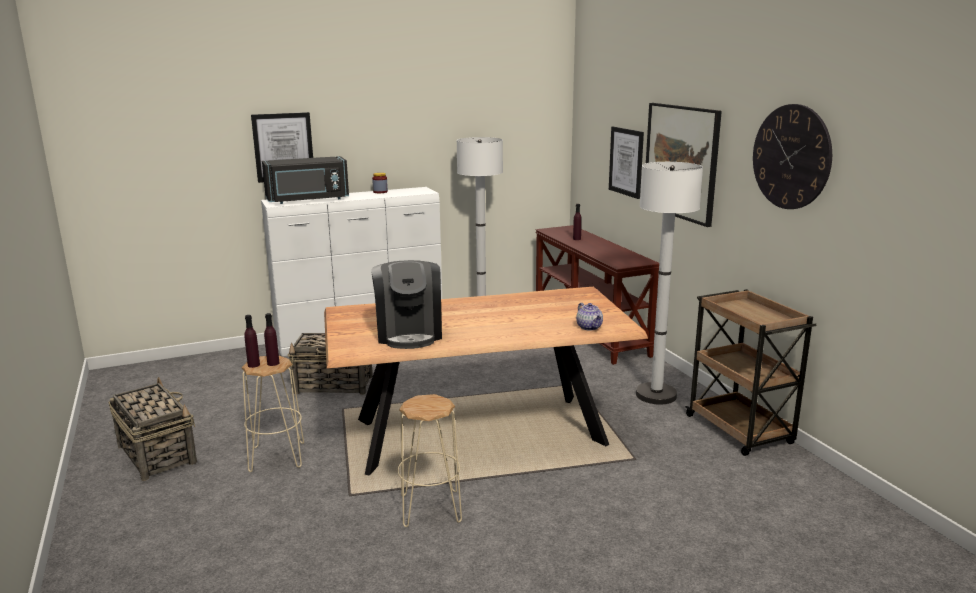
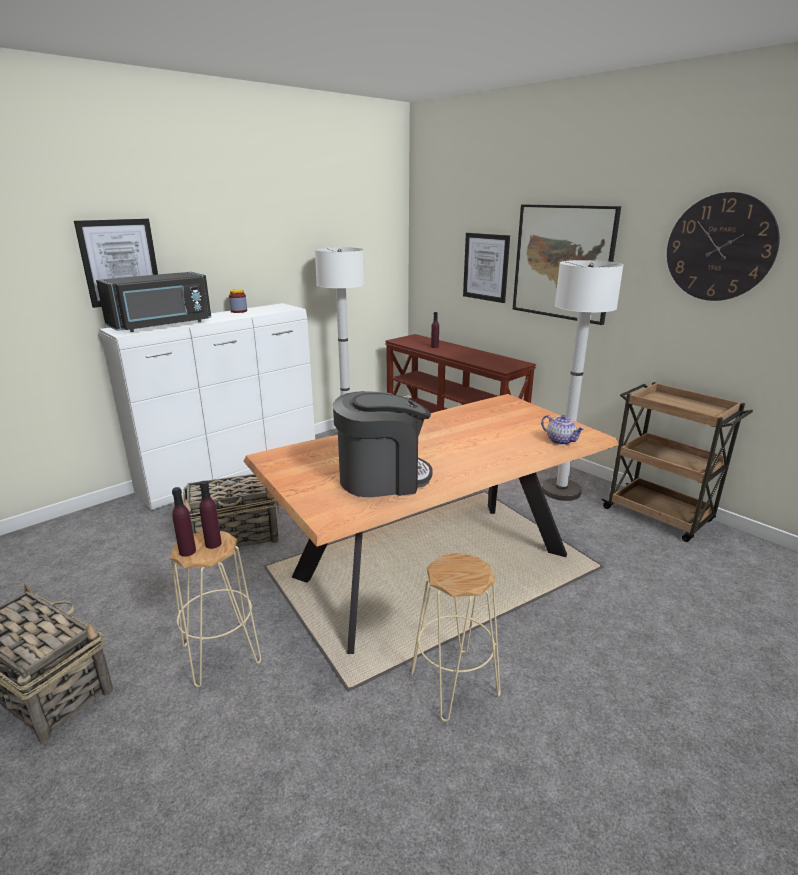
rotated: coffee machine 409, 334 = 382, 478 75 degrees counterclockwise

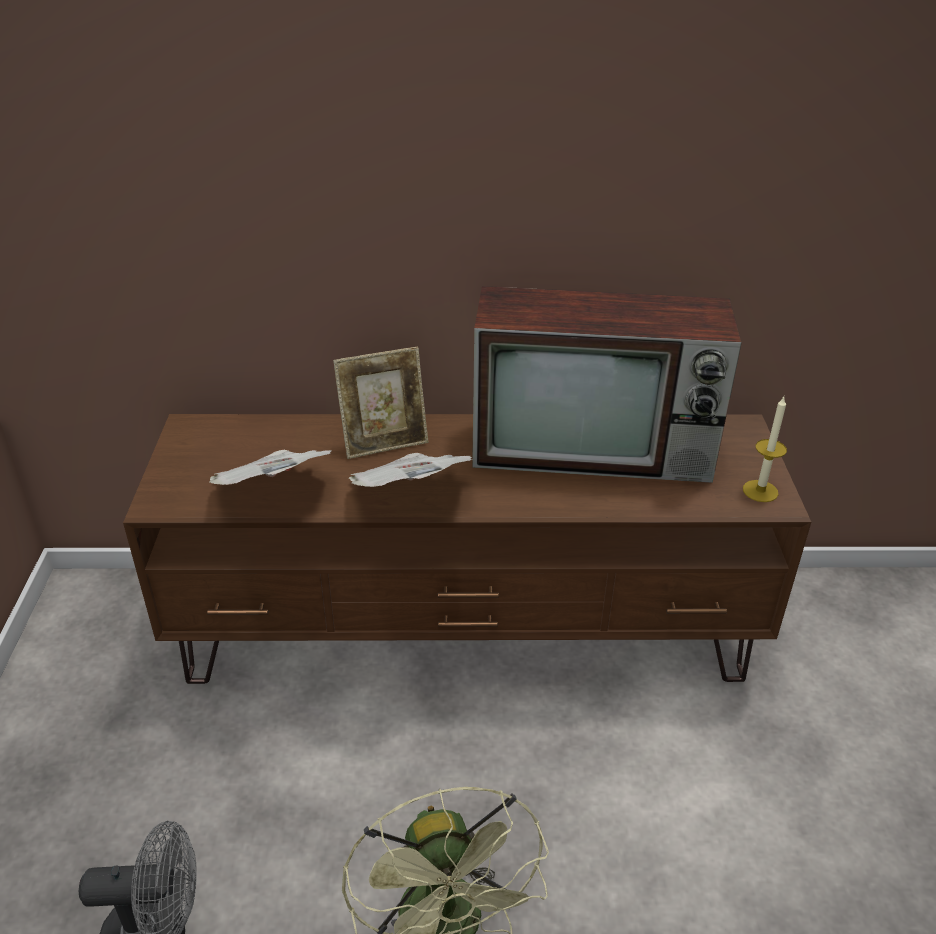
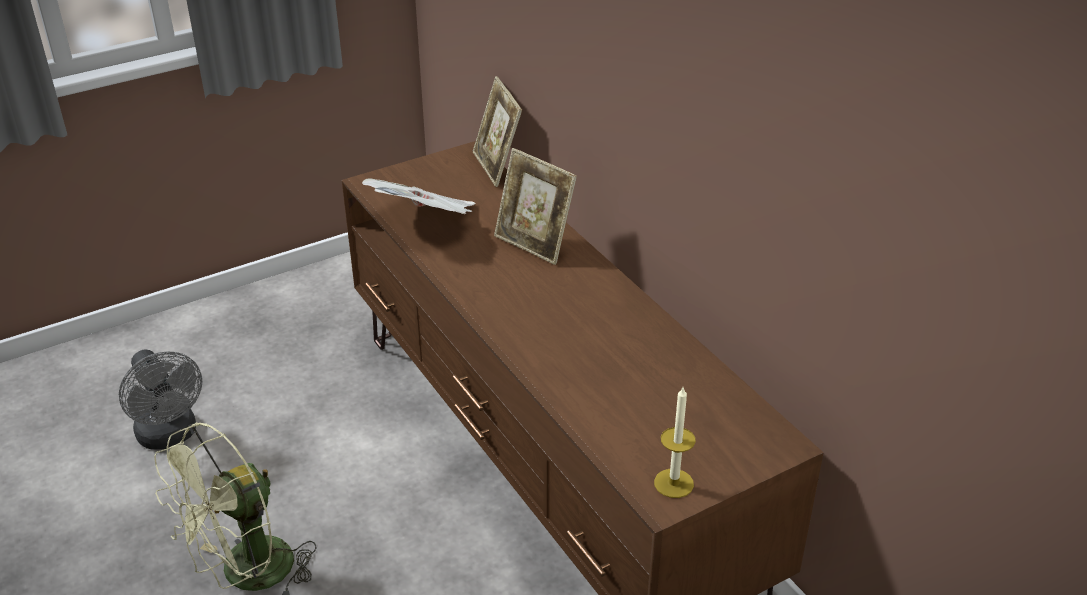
gone: newspaper 410, 494; television 596, 449
new: picture frame 497, 167

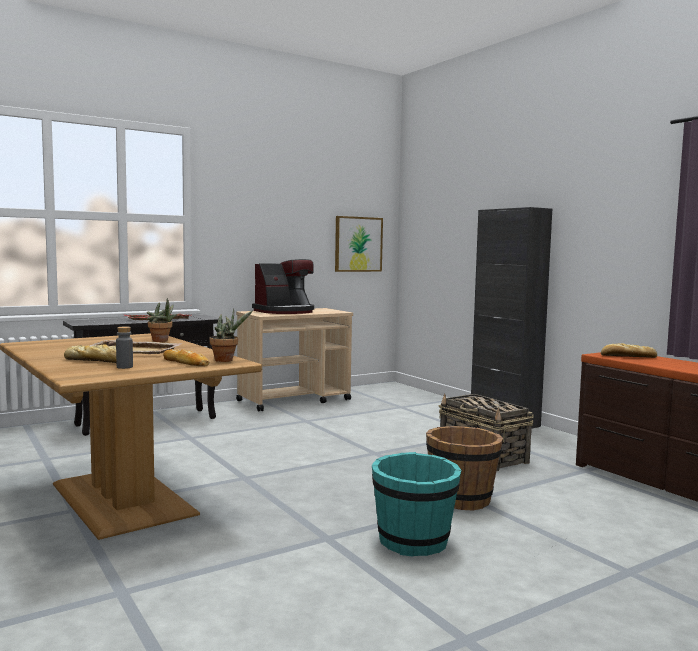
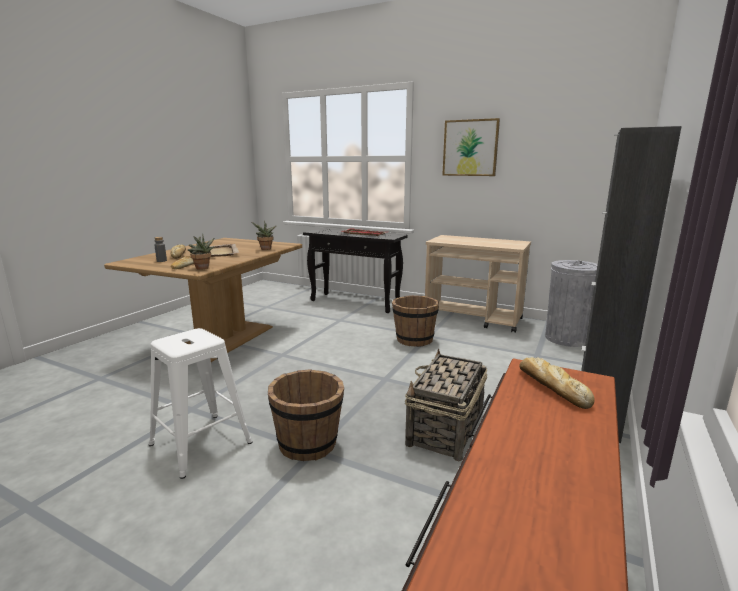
gone: coffee machine 285, 311
new: brown bucket 414, 340; grey trash can 567, 338
shifted: picture 358, 244 to 470, 148
swapped: turquoise bucket 413, 541 to white stool 199, 443

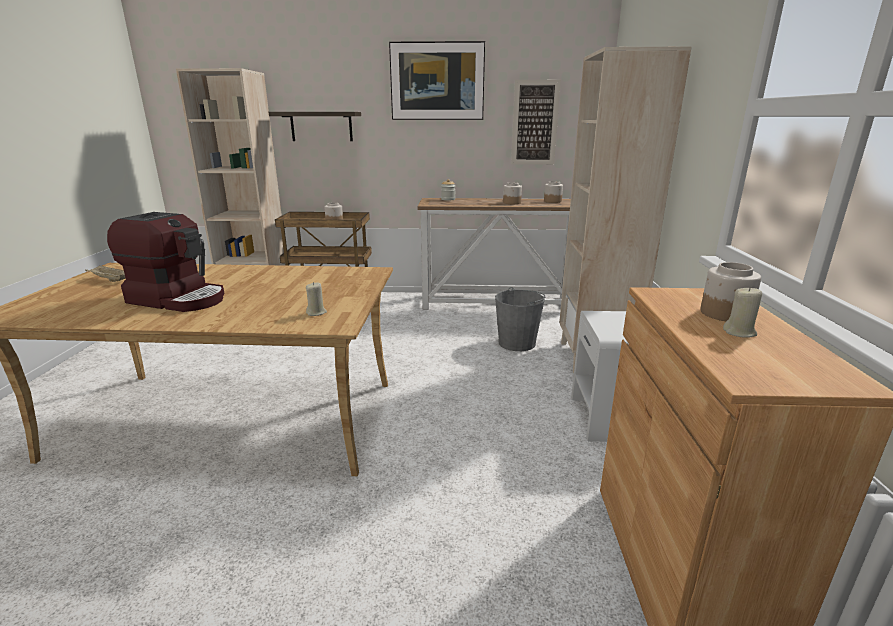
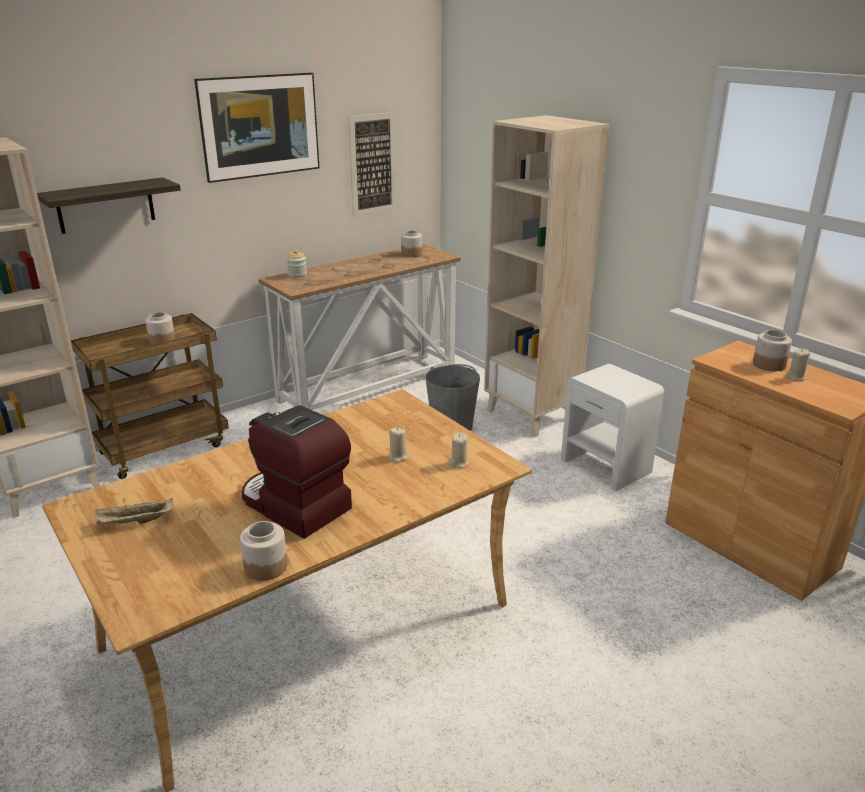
new: beige candle 398, 457
shifted: jar 512, 203 to 266, 566
rotated: coffee machine 179, 299 = 293, 506 120 degrees counterclockwise

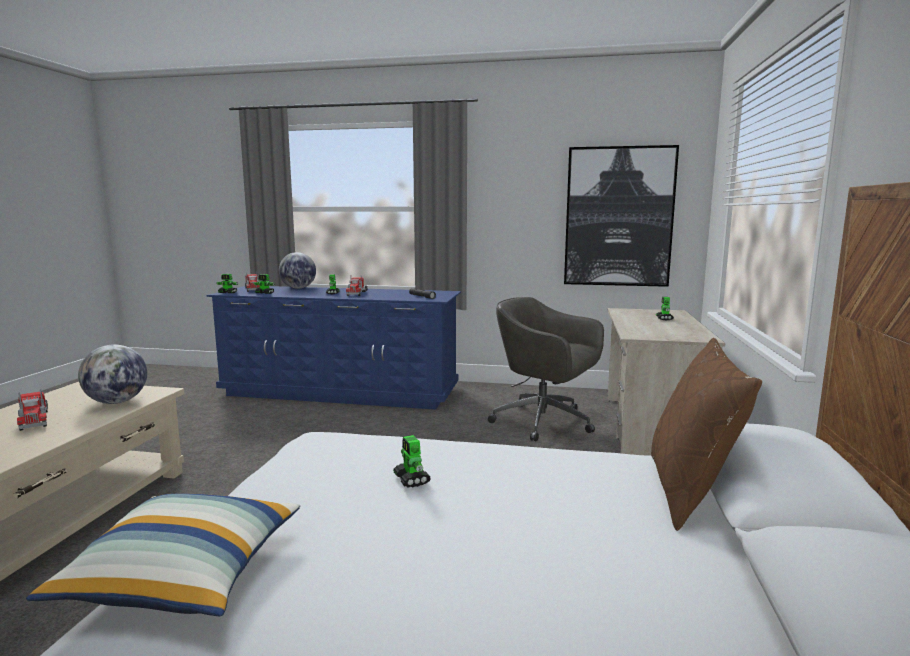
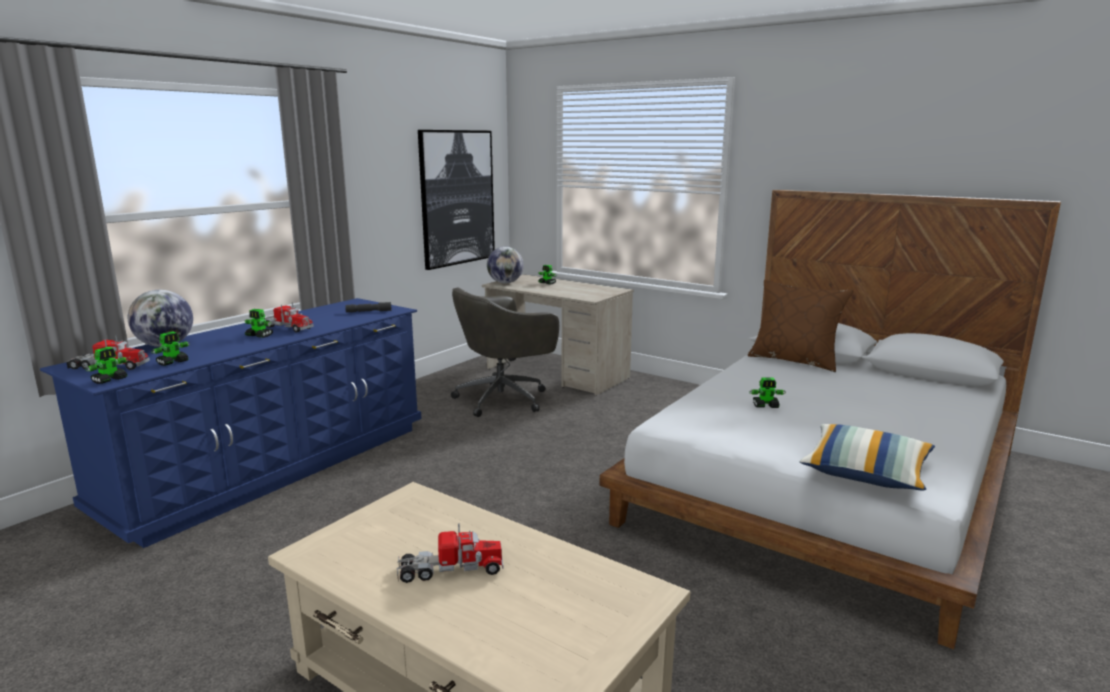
shifted: globe 117, 402 to 505, 283

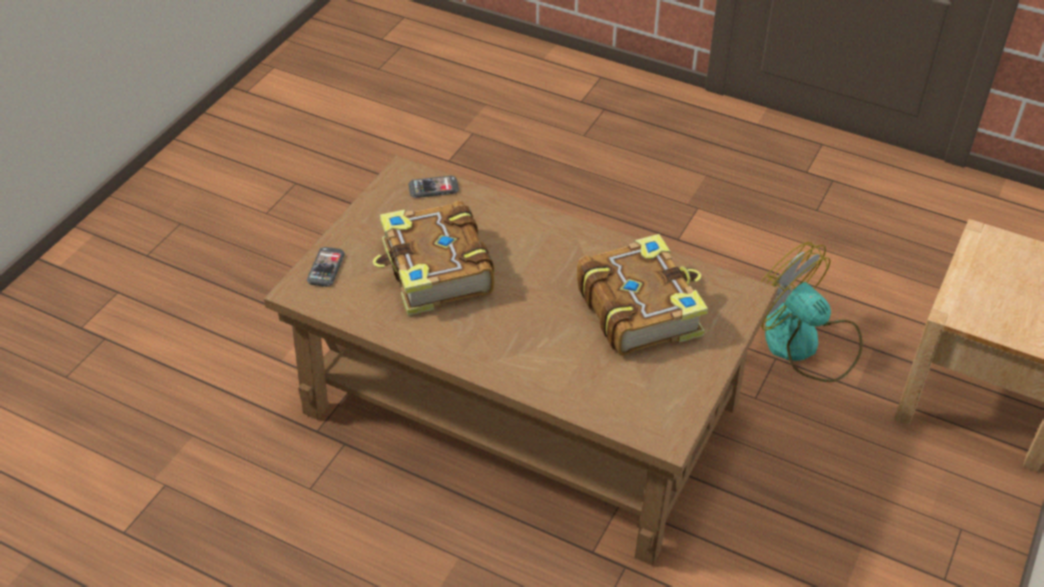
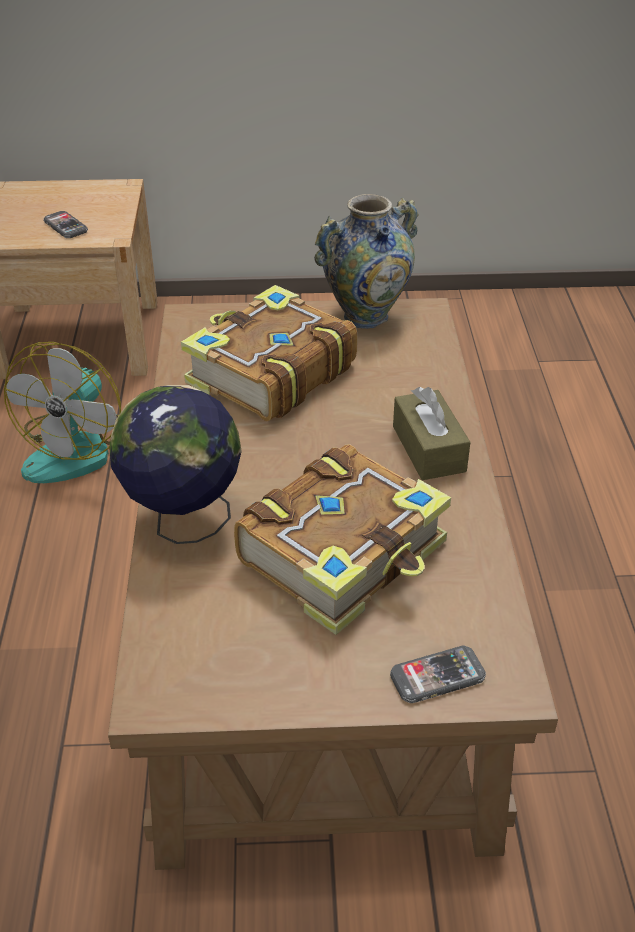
new: globe 183, 523; vase 366, 316; brown tissue box 428, 449
shifted: phone 433, 188 to 65, 226

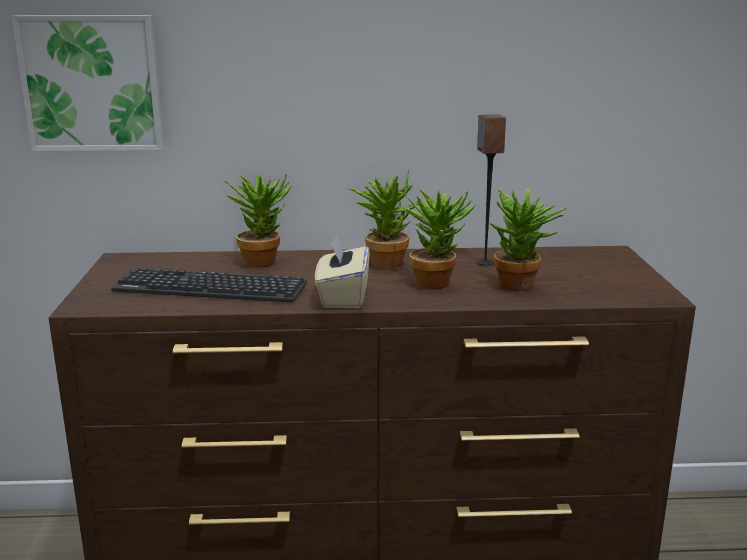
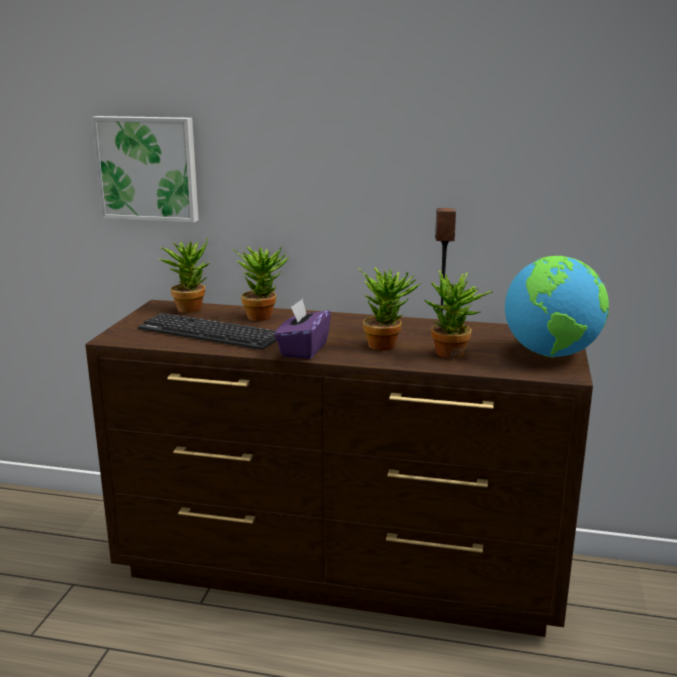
new: globe 551, 354
shifted: potted plant 384, 262 to 189, 307
repainted: beige tissue box 343, 297 to purple tissue box 303, 349

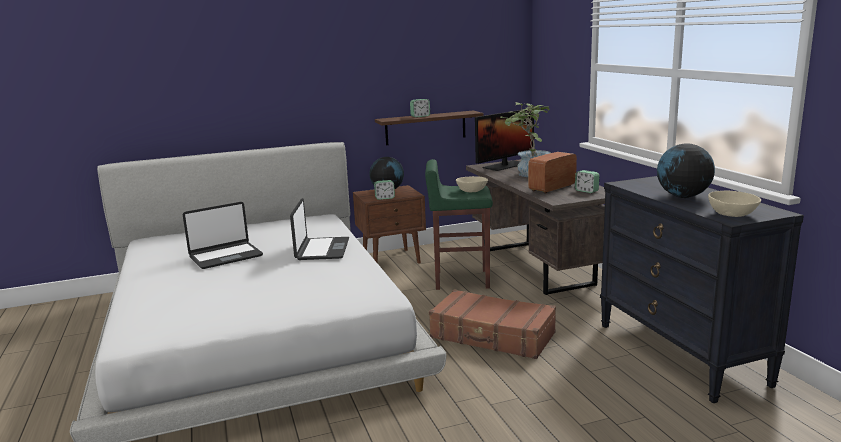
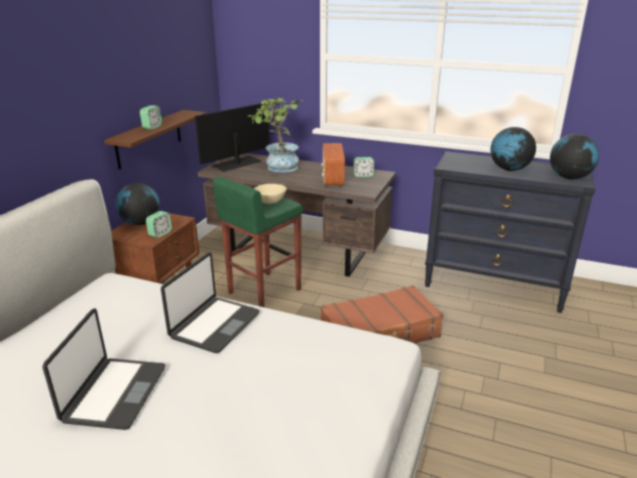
swapped: beige bowl 732, 214 to globe 569, 177
rotated: laptop 322, 250 = 214, 325 75 degrees clockwise; monitor 505, 166 = 236, 164 135 degrees counterclockwise

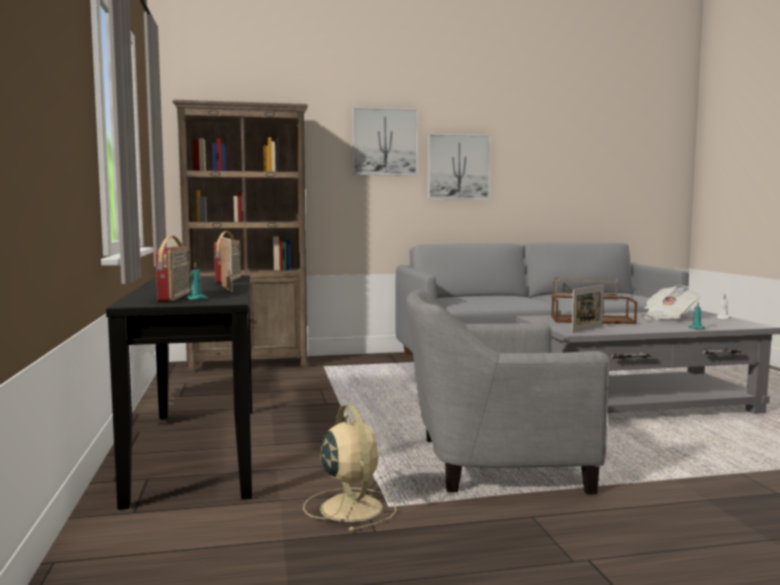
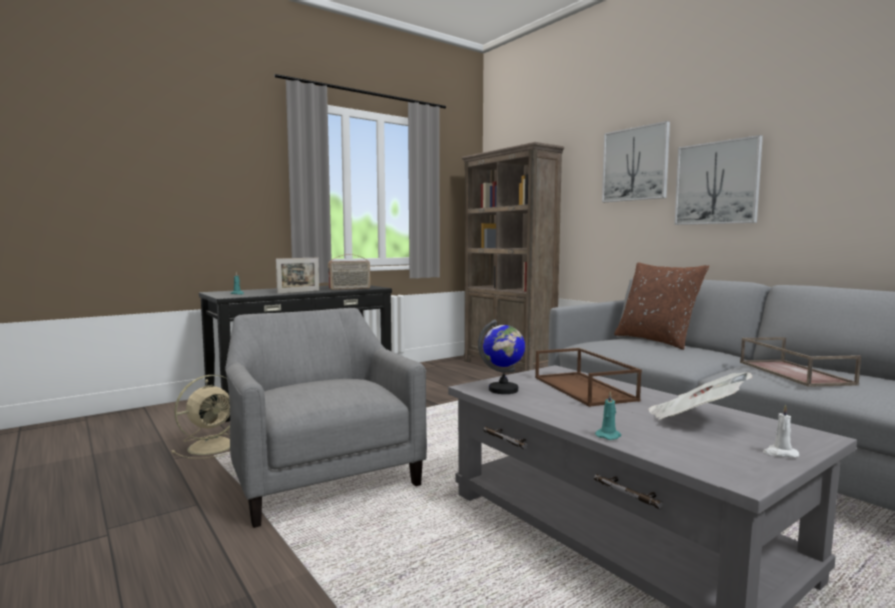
gone: radio 175, 297
new: brown pillow 656, 341
swapped: picture frame 587, 329 to globe 503, 390

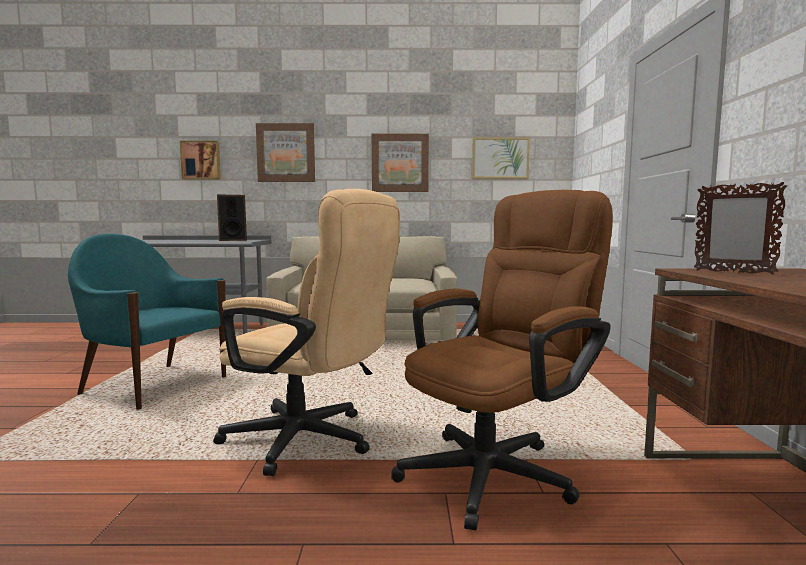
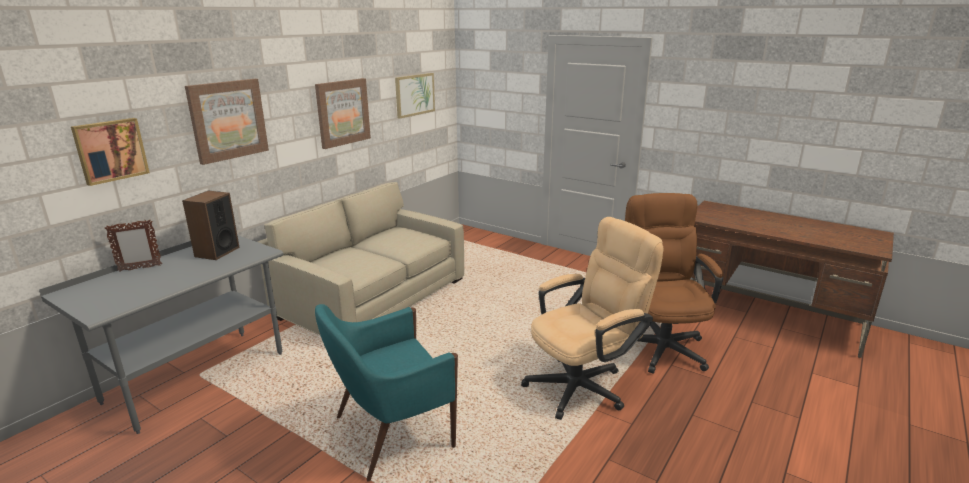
shifted: picture frame 733, 272 to 140, 268

